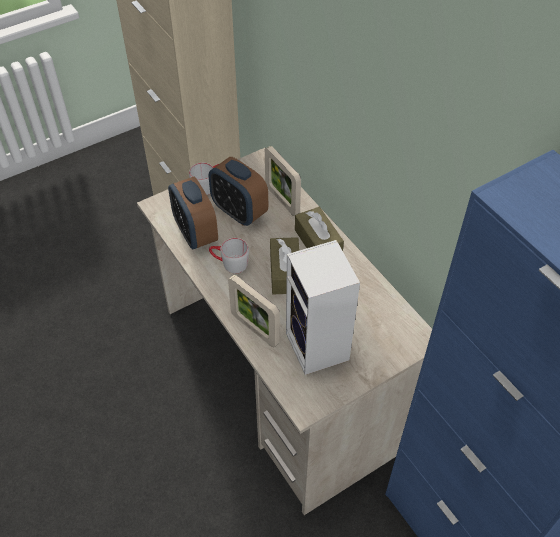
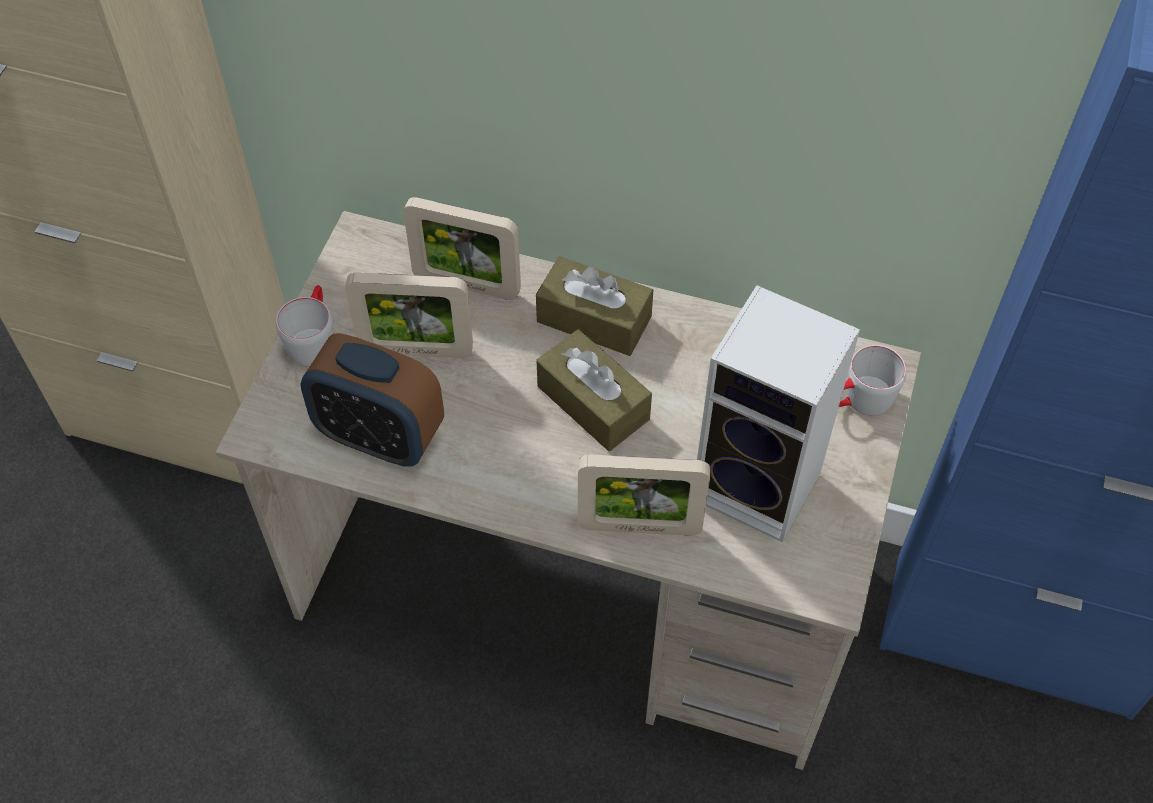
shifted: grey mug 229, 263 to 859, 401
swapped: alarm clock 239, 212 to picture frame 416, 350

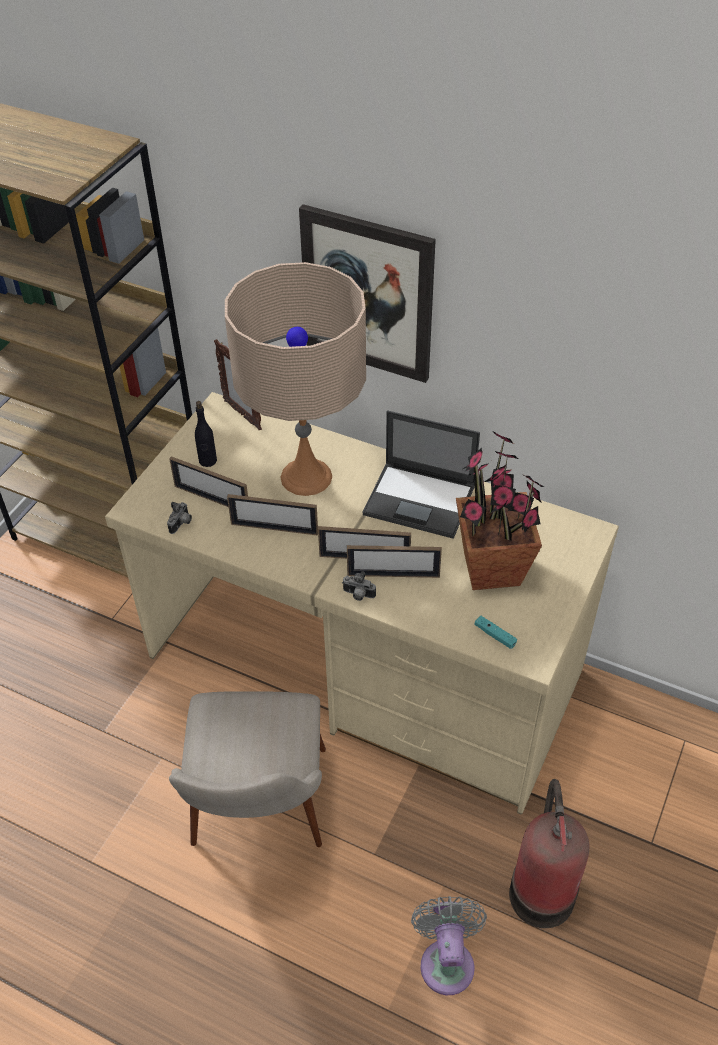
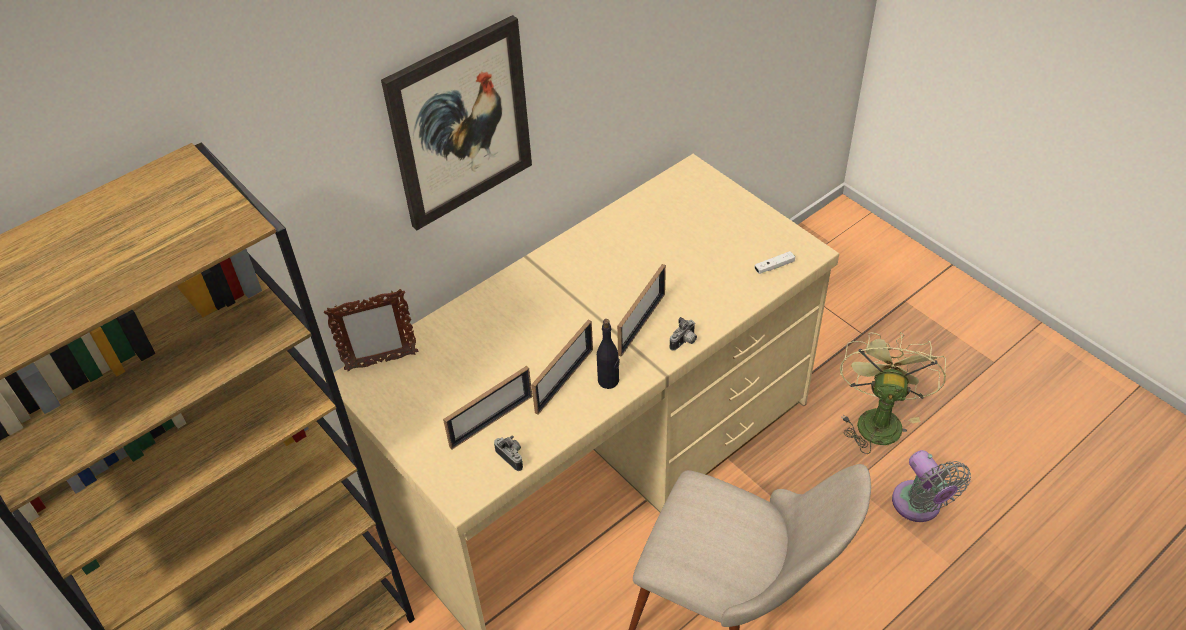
gone: beige table lamp 306, 476; picture frame 393, 575; laptop 421, 500; potted plant 492, 570
shifted: black bottle 208, 461 to 608, 381
swapped: fire extinguisher 541, 890 to green fan 878, 418
repainted: turquoise game controller 495, 635 to white game controller 774, 266
rotated: grey fan 447, 960 = 919, 506 135 degrees counterclockwise

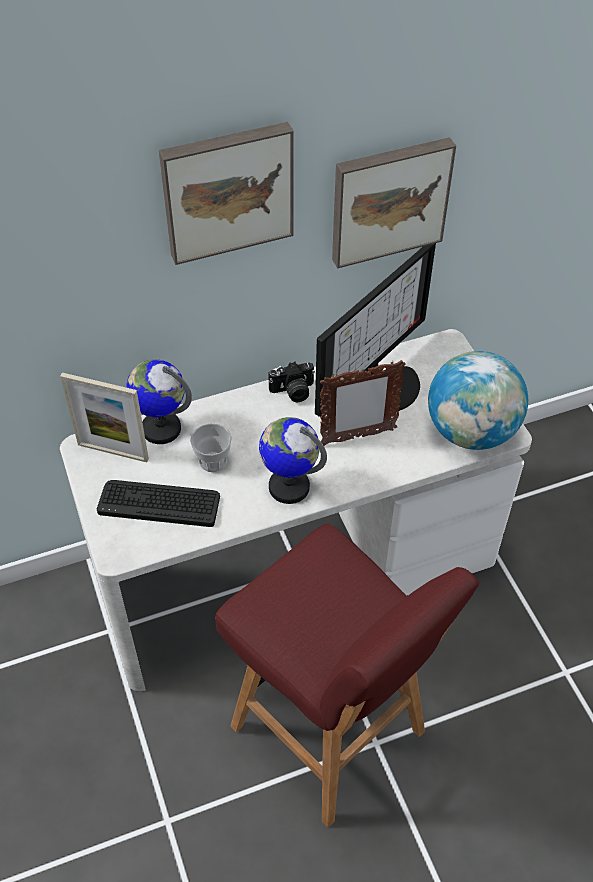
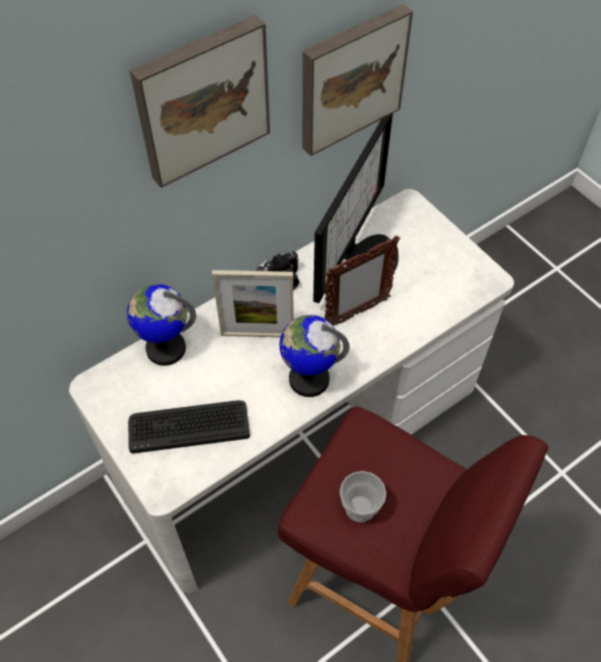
gone: globe 471, 431
shifted: picture frame 113, 452 to 257, 334; cup 213, 461 to 360, 507

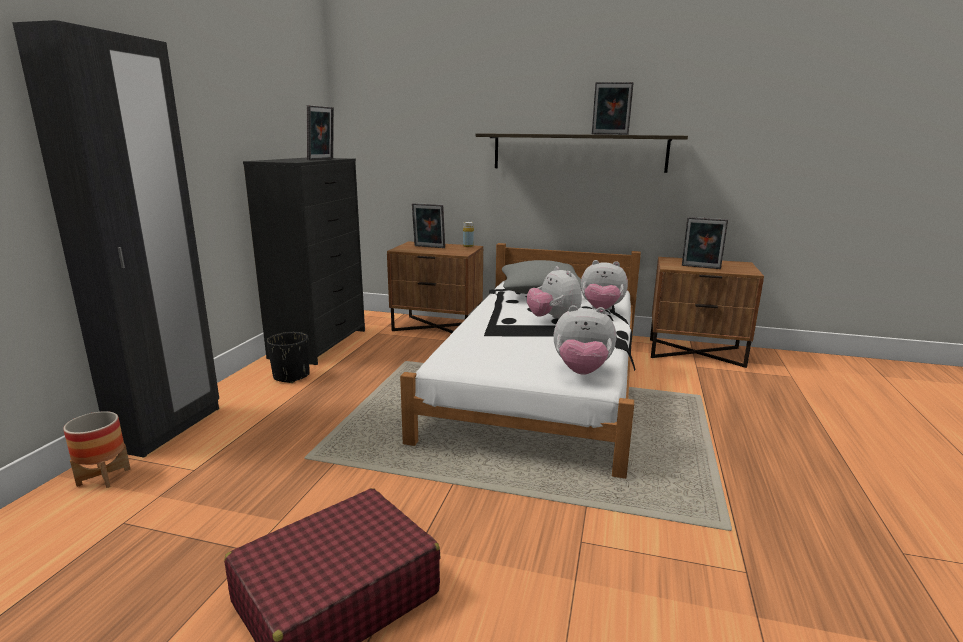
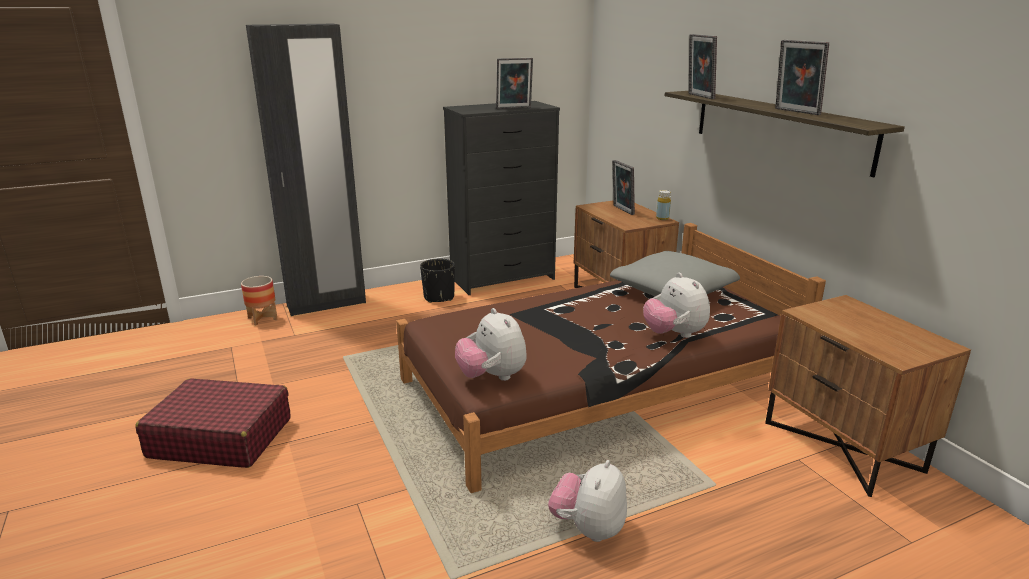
shifted: plush toy 553, 319 to 588, 528; picture frame 701, 267 to 698, 96
repainted: white bed 542, 379 to brown bed 599, 385

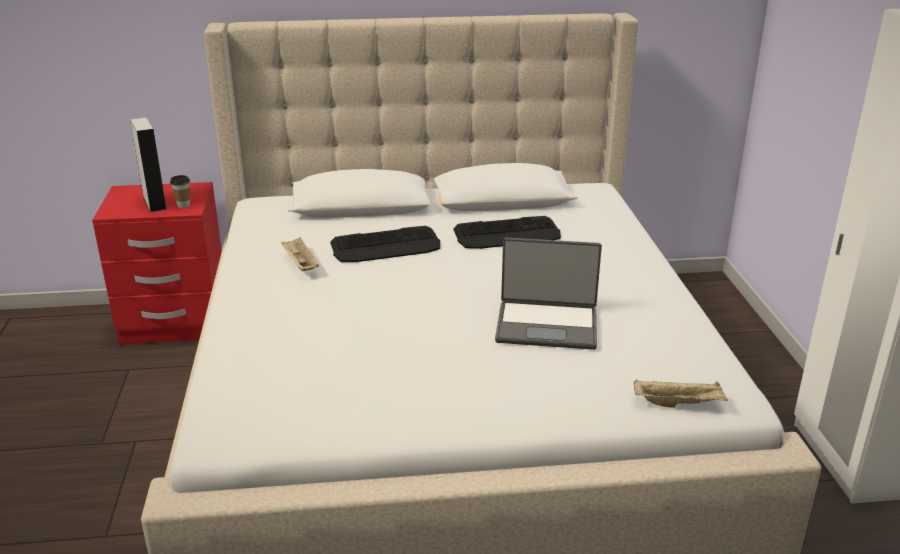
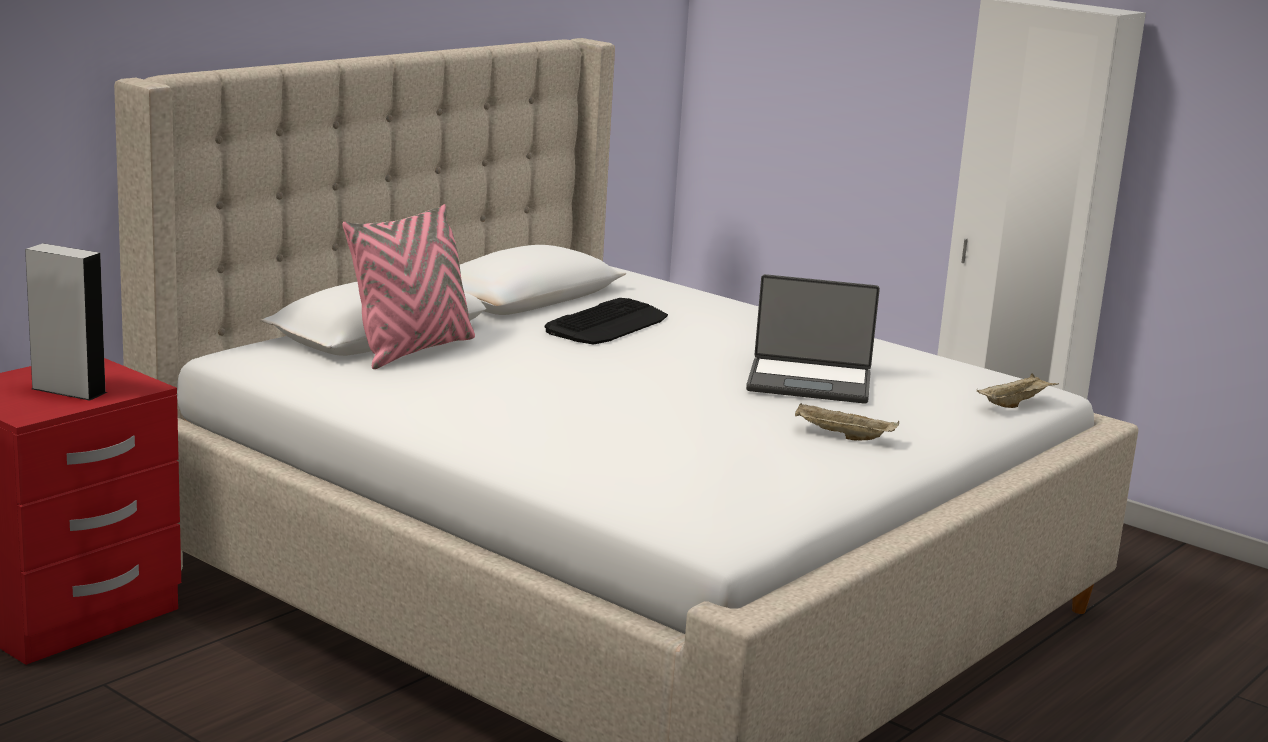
gone: cup 183, 205; keyboard 386, 246
new: pink pillow 412, 350
shifted: beige tray 300, 264 to 841, 436
rotated: laptop 547, 325 = 809, 383 45 degrees clockwise

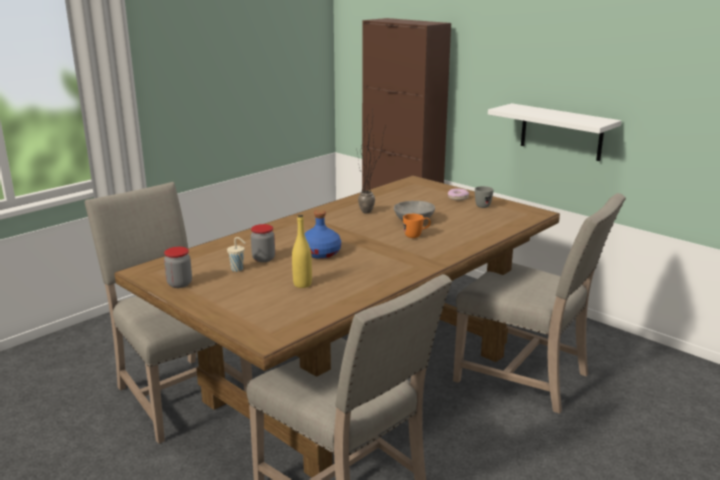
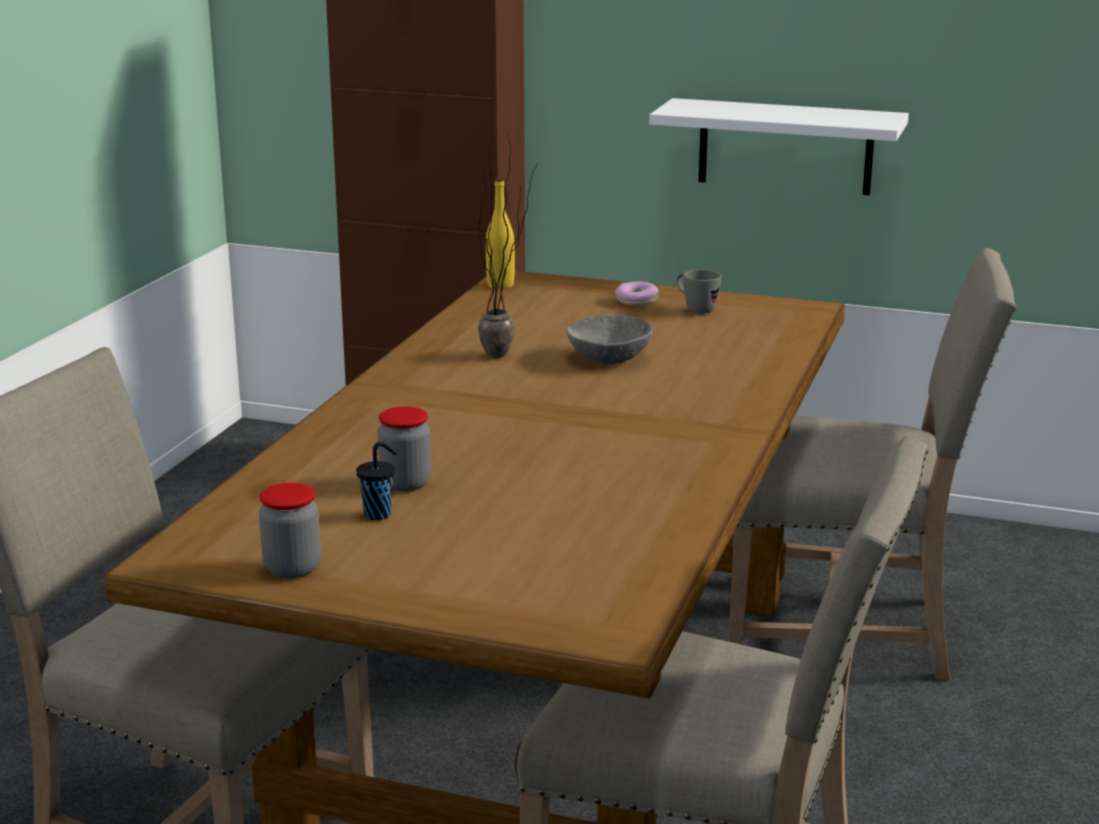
gone: blue bottle 321, 253; orange mug 416, 236
shifted: yellow bottle 302, 284 to 500, 285
repainted: beige cup 238, 269 to black cup 379, 514

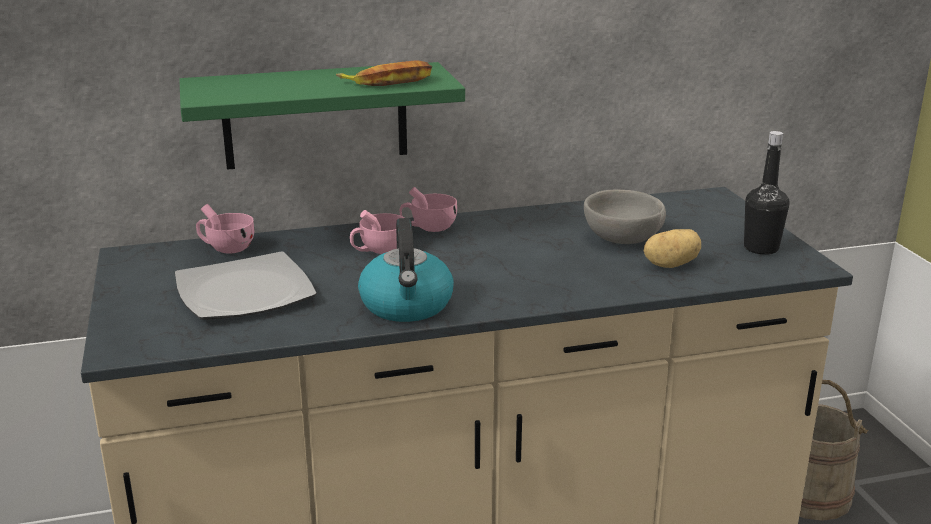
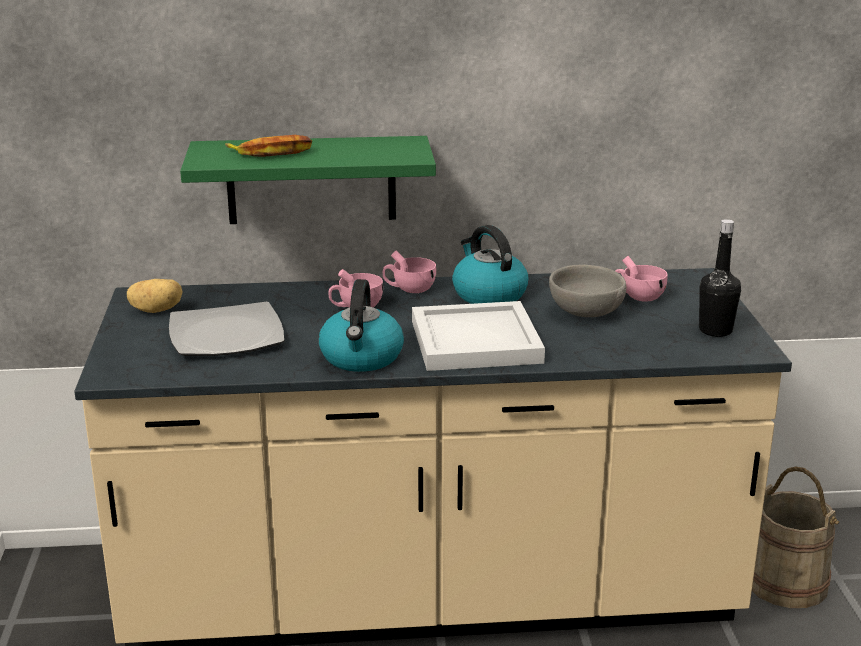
new: white tray 474, 342; kettle 488, 294
shifted: pink cup 226, 248 to 638, 296; banana 389, 81 to 271, 152; potato 670, 264 to 156, 310

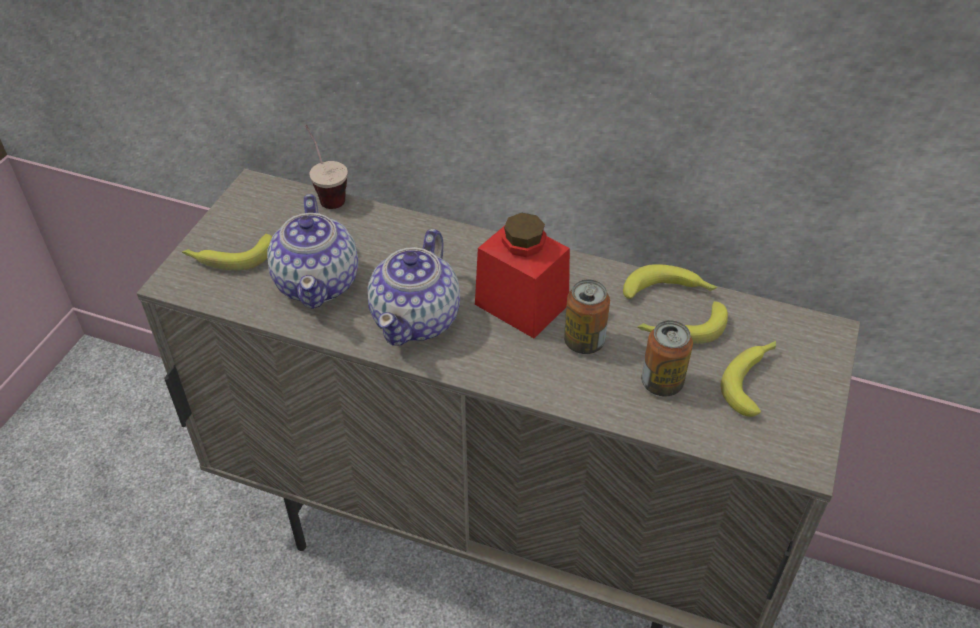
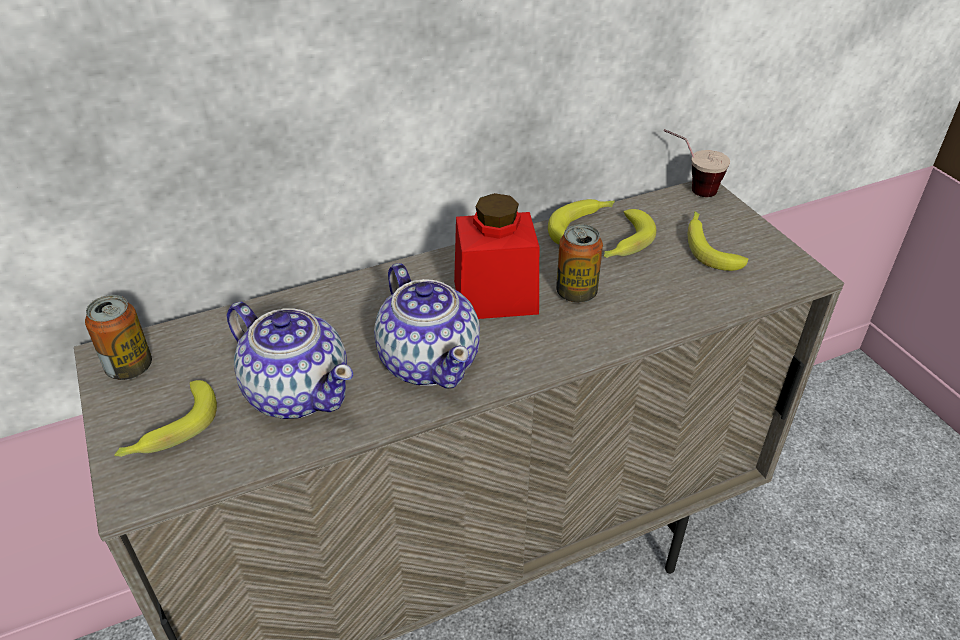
shifted: cup 326, 193 to 688, 189; can 662, 383 to 130, 367

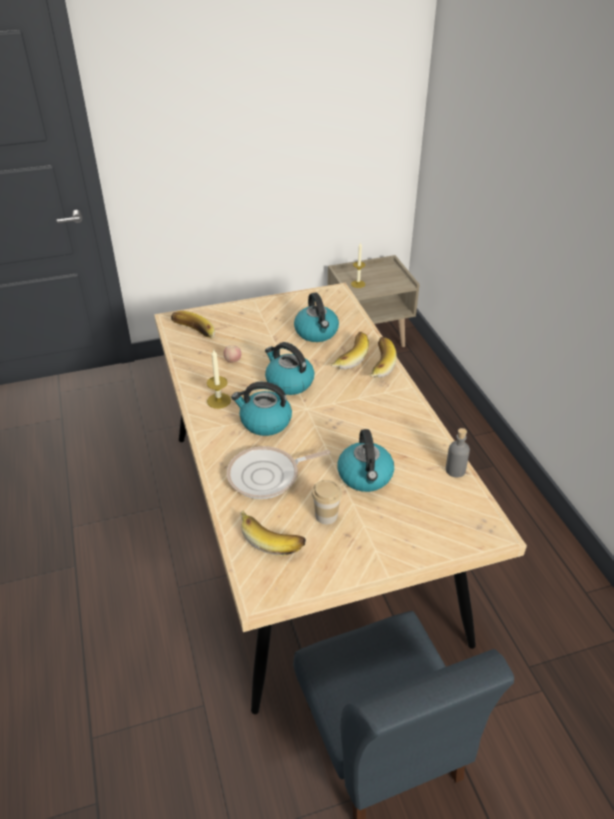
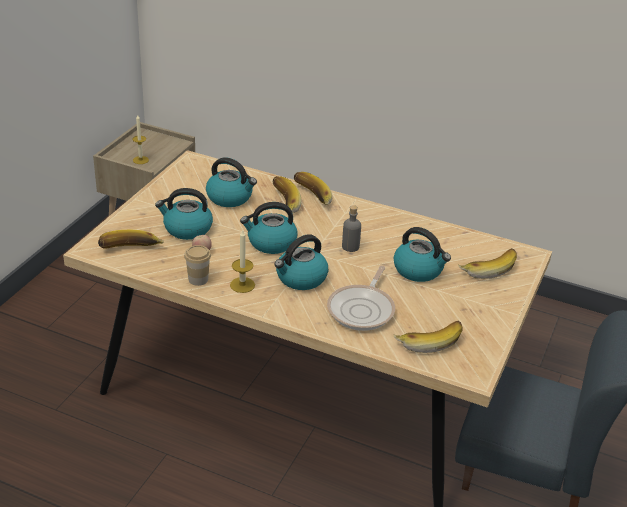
new: kettle 187, 229; banana 486, 269
shifted: cup 326, 515 to 198, 279; grey bottle 455, 470 to 350, 247

